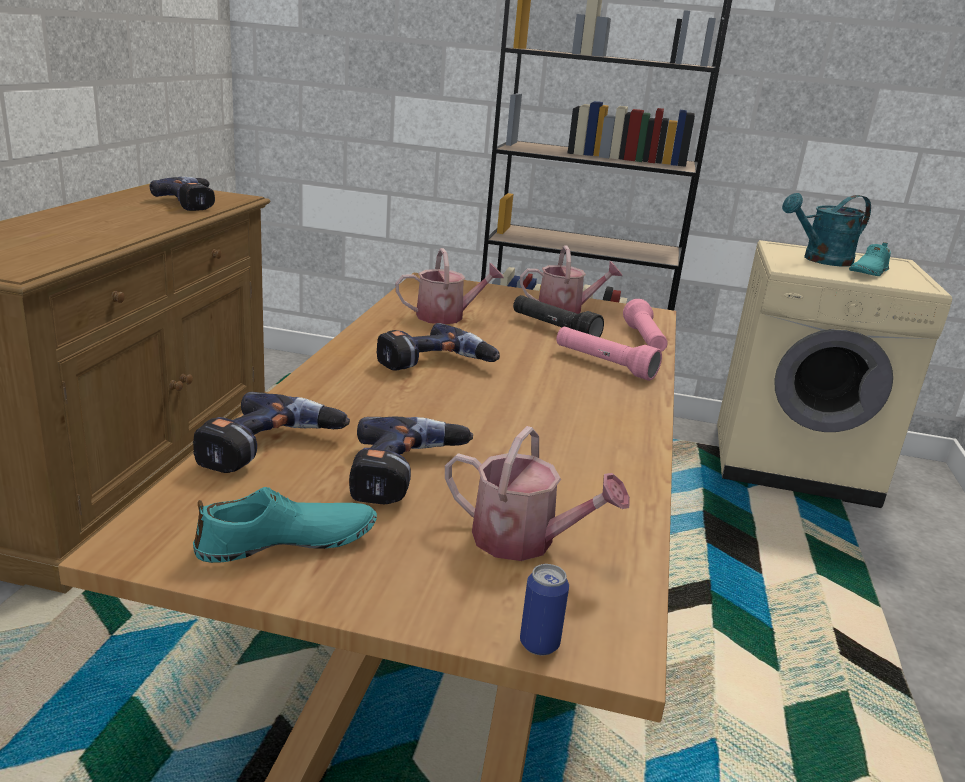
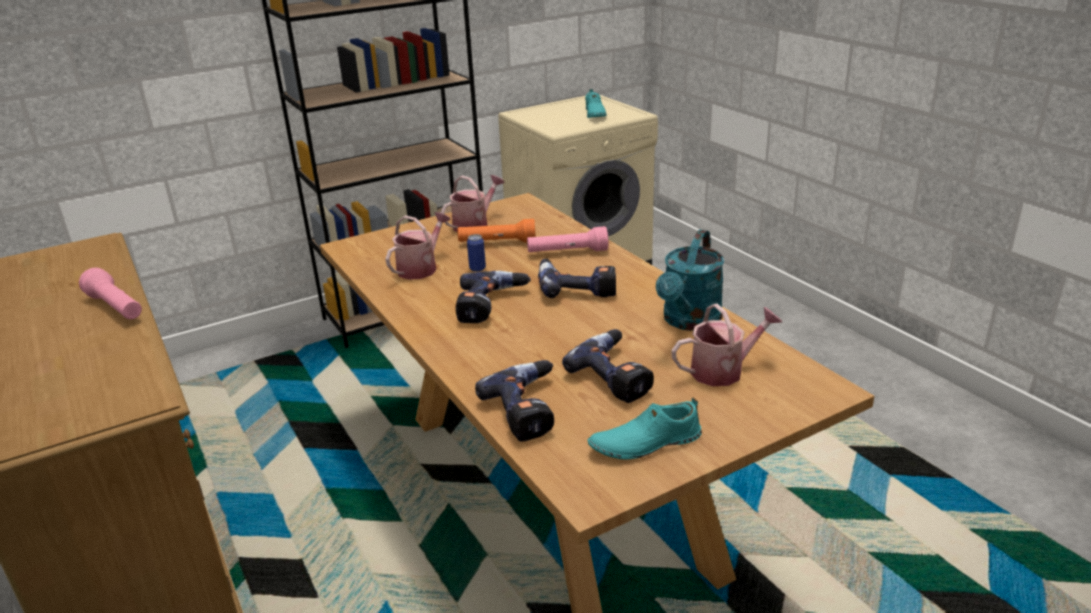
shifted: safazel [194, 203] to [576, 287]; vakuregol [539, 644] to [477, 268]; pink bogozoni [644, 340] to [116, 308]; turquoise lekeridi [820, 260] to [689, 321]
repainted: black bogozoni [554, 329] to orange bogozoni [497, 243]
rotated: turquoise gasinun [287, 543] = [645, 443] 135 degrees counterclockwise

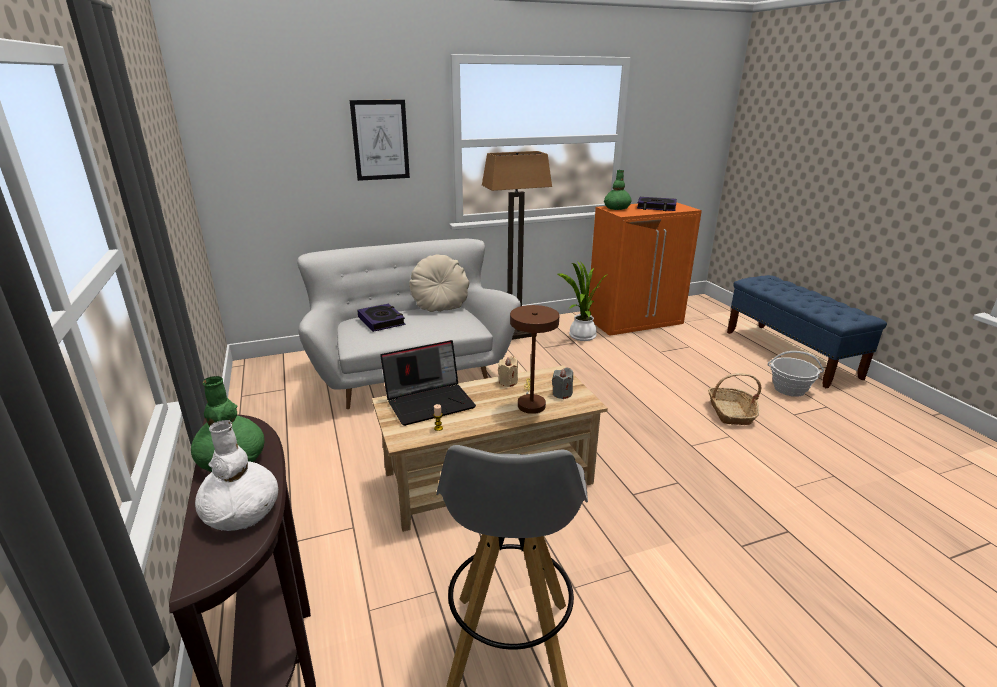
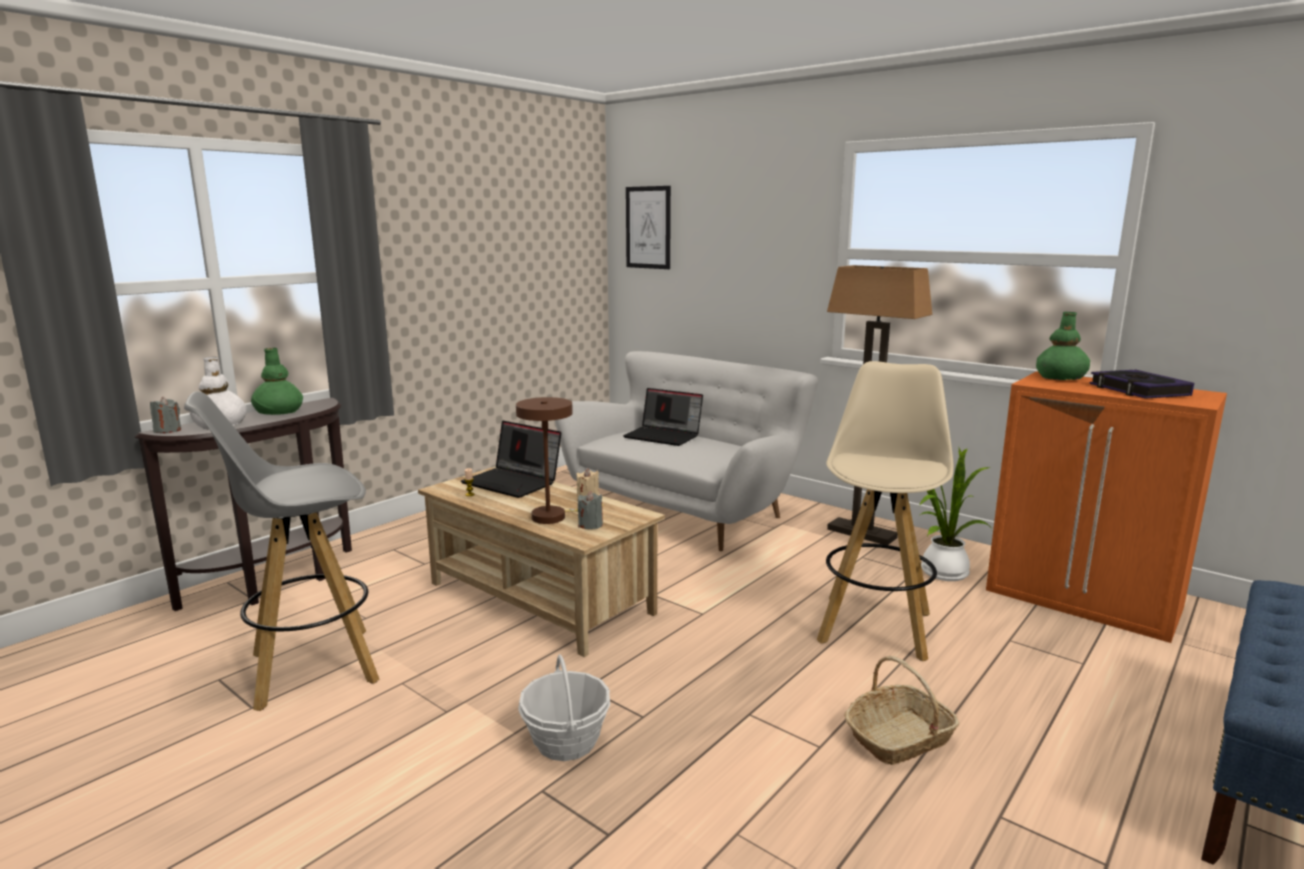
gone: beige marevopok [440, 308]
new: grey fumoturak [167, 430]; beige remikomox [876, 626]
shifted: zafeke [380, 140] to [648, 227]; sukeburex [789, 389] to [566, 741]
swapped: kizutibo [381, 321] to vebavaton [664, 436]

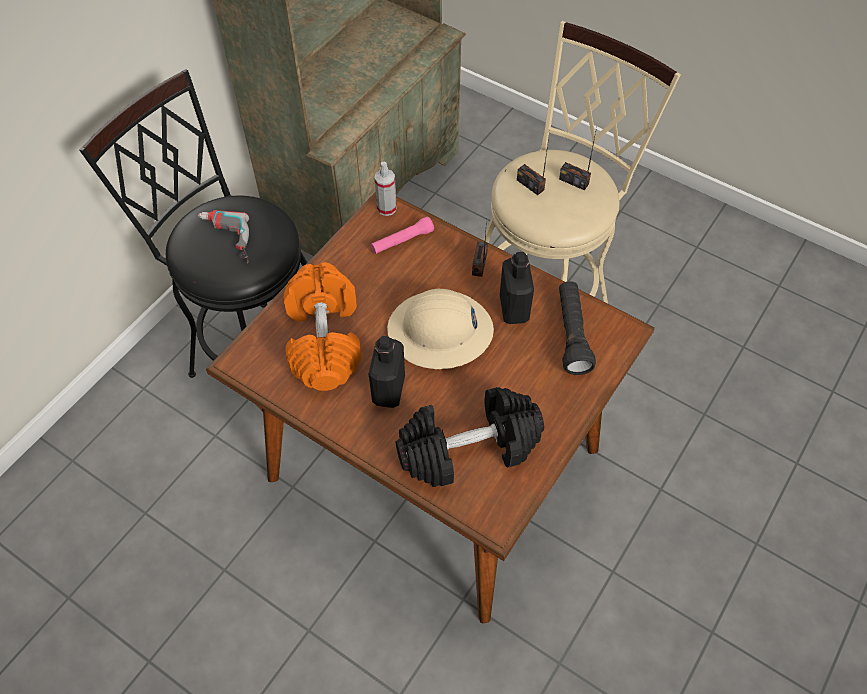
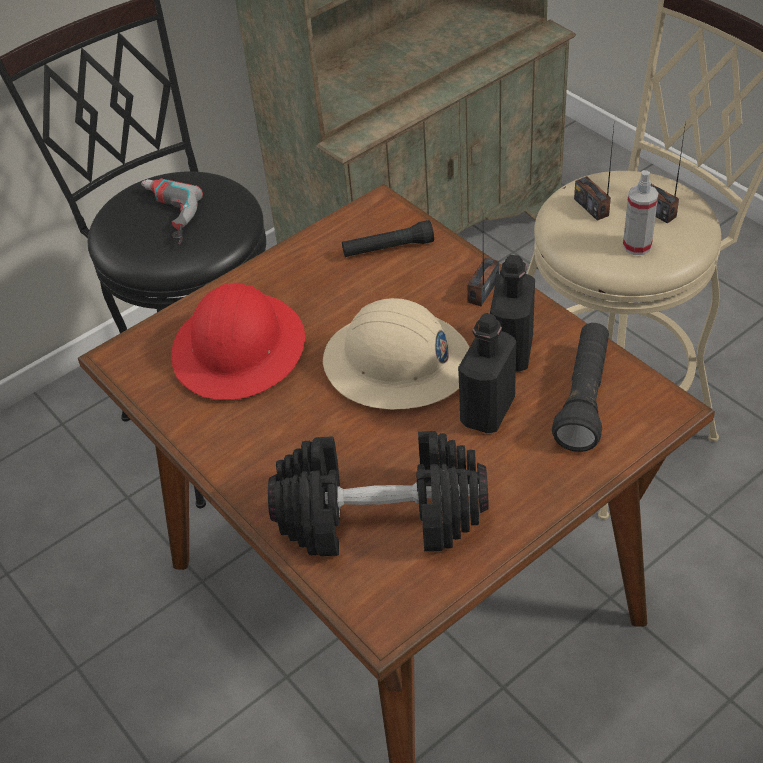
shifted: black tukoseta [388, 390] to [487, 411]; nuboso [386, 208] to [637, 246]
swapped: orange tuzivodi [325, 340] to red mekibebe [240, 349]
repainted: pink bogozoni [402, 241] to black bogozoni [388, 248]

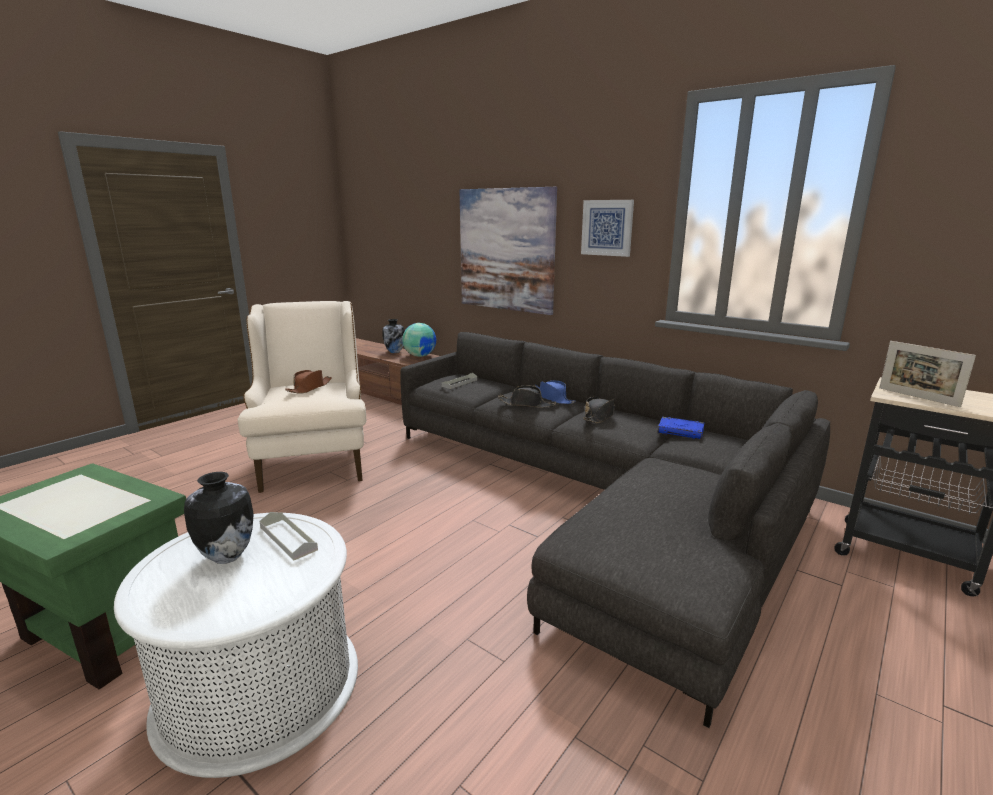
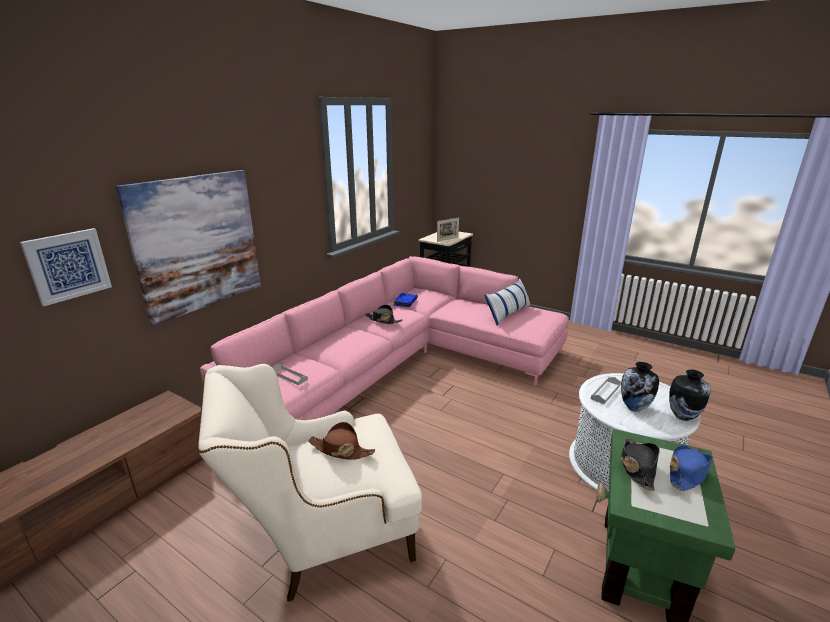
gone: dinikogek [420, 356]
new: marevopok [508, 313]
shifted: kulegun [395, 352] to [682, 416]; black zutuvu [526, 404] to [637, 467]; blue zutuvu [552, 398] to [687, 472]; zafeke [607, 228] to [68, 265]
repainted: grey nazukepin [597, 499] to pink nazukepin [405, 364]

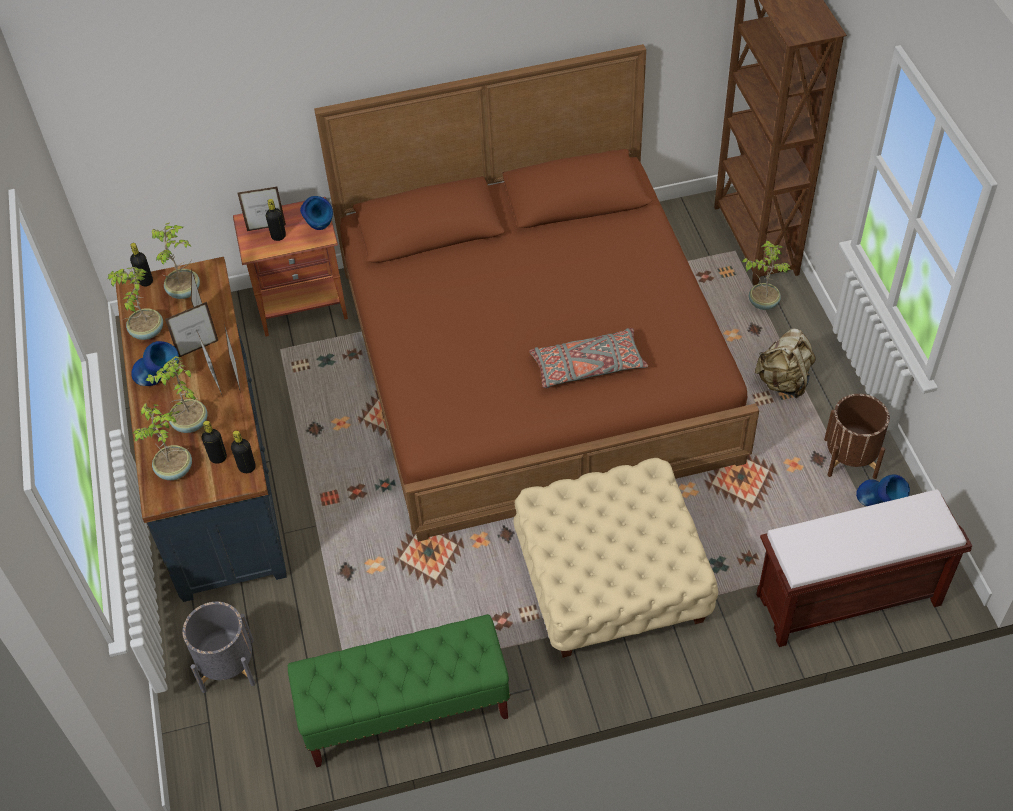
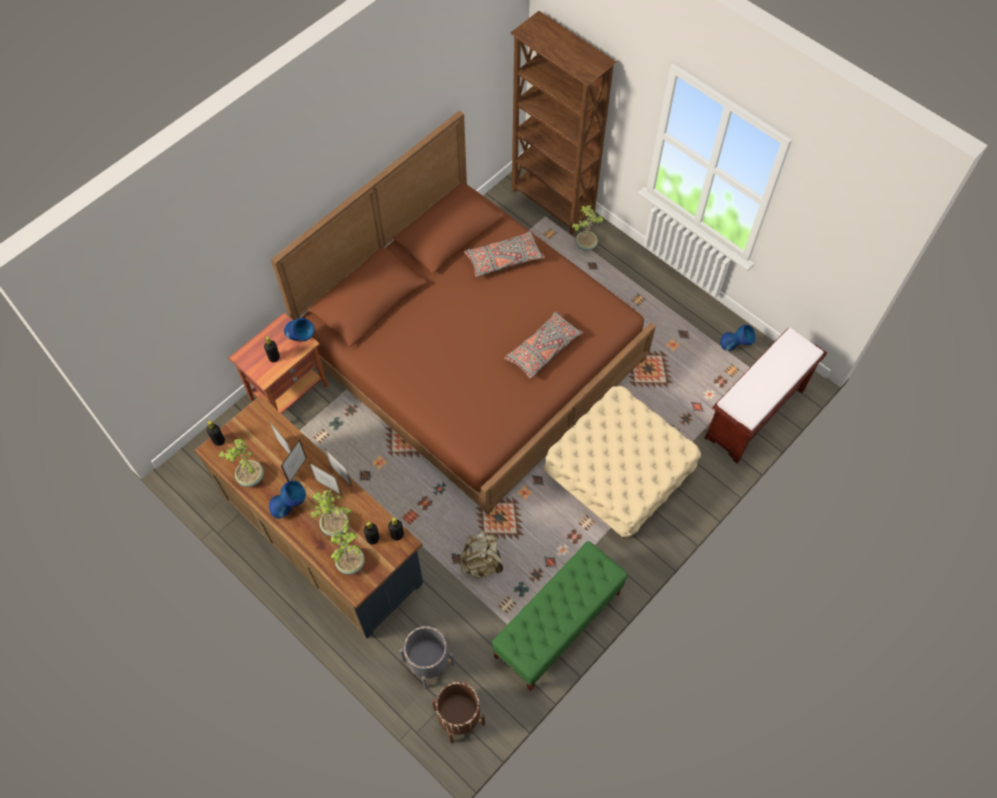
gone: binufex [185, 291]; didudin [266, 228]
new: grey marevopok [504, 259]
shifted: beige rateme [783, 381] to [481, 562]; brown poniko [850, 458] to [459, 716]

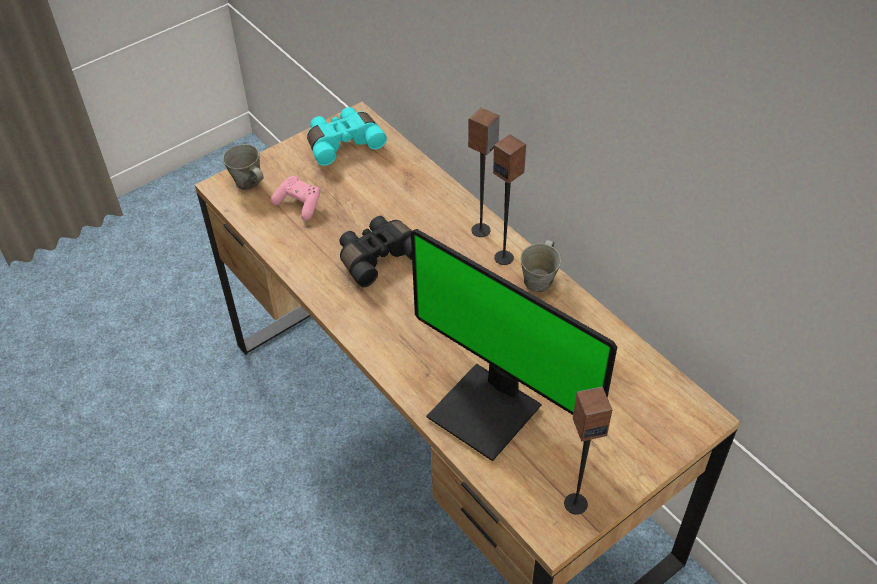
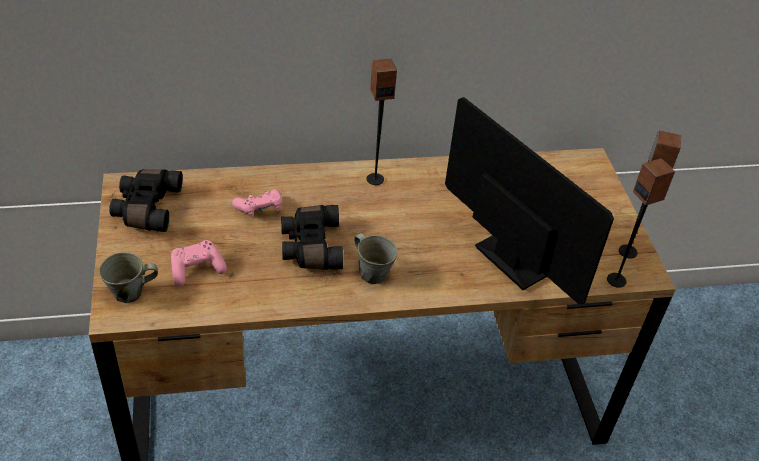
new: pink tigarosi [260, 210]
shifted: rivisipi [481, 230] to [617, 280]; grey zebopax [539, 280] to [372, 272]
repainted: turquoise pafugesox [343, 142] to black pafugesox [146, 208]
rotated: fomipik [489, 410] = [519, 256] 105 degrees counterclockwise

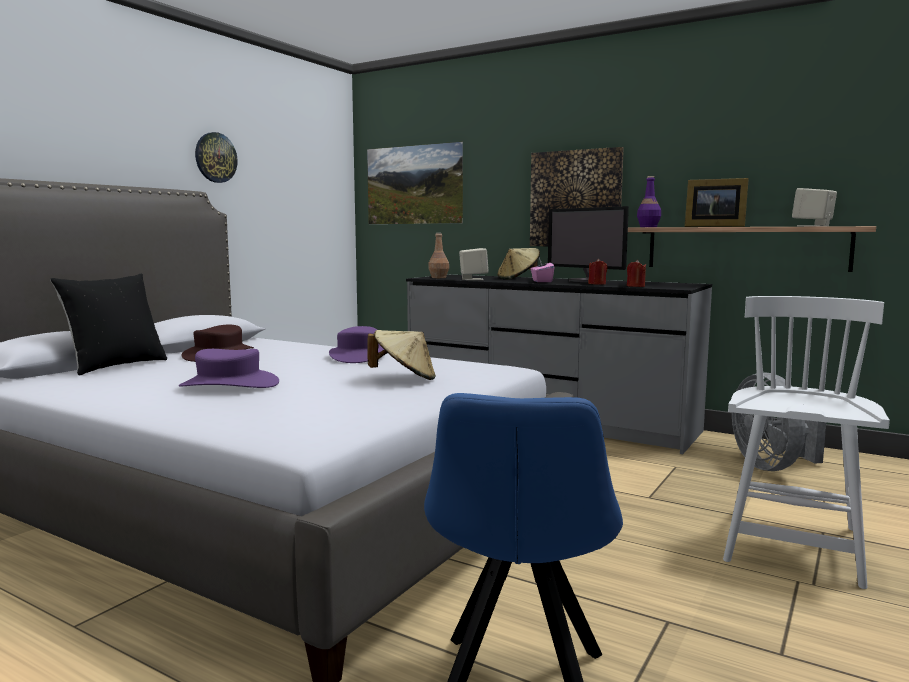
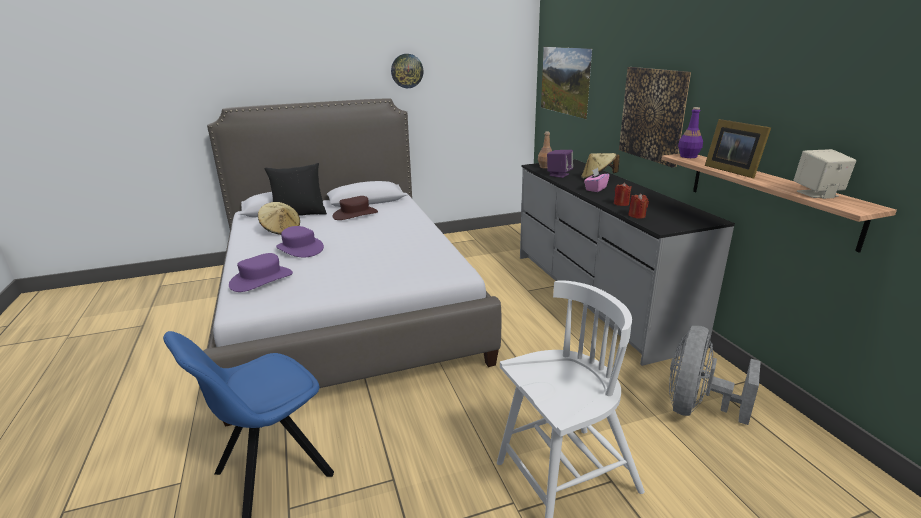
gone: fomipik [586, 281]
shifted: purple zutuvu [359, 356] to [261, 279]; beige zutuvu [404, 378] to [281, 230]
repainted: beige rivisipi [473, 279] to purple rivisipi [559, 175]

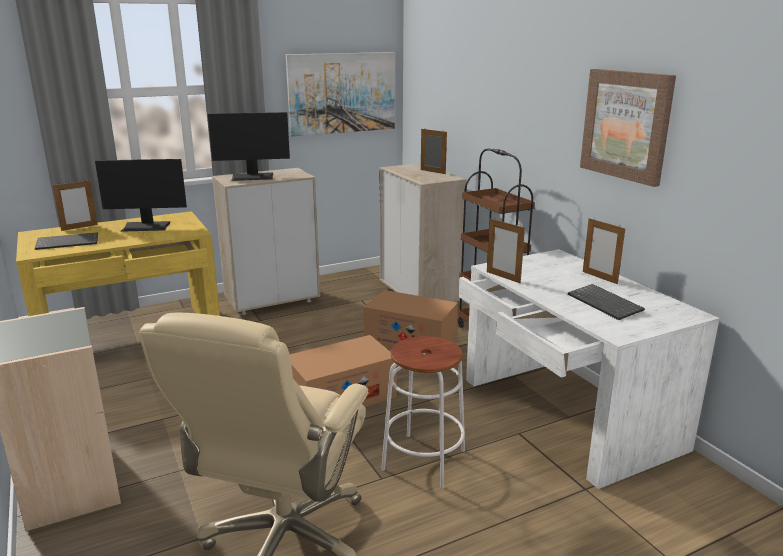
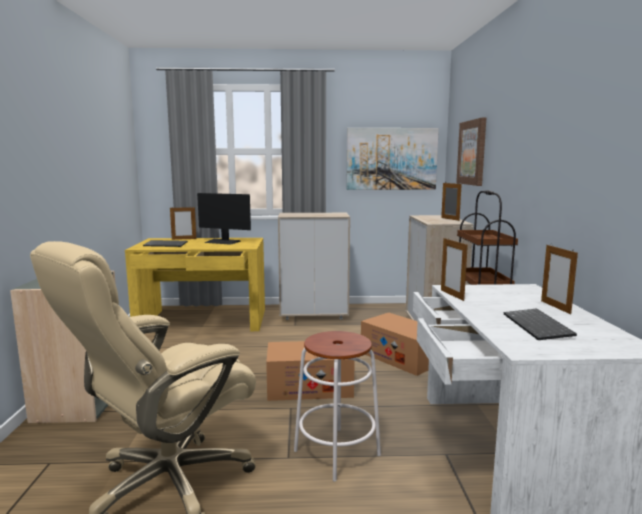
gone: fomipik [252, 177]
shifted: zafeke [626, 125] to [472, 152]

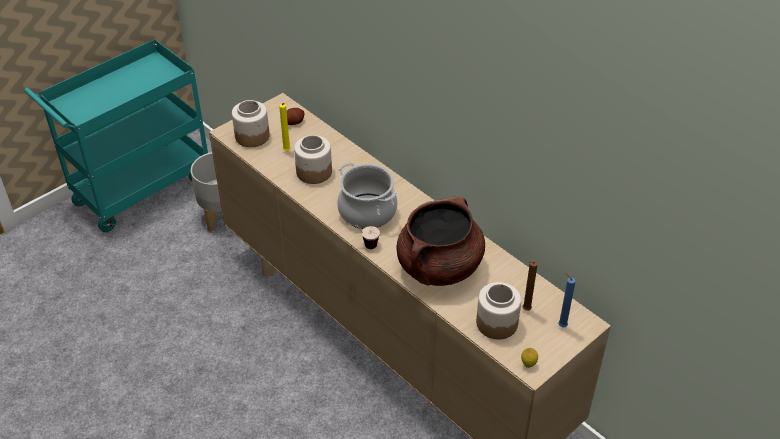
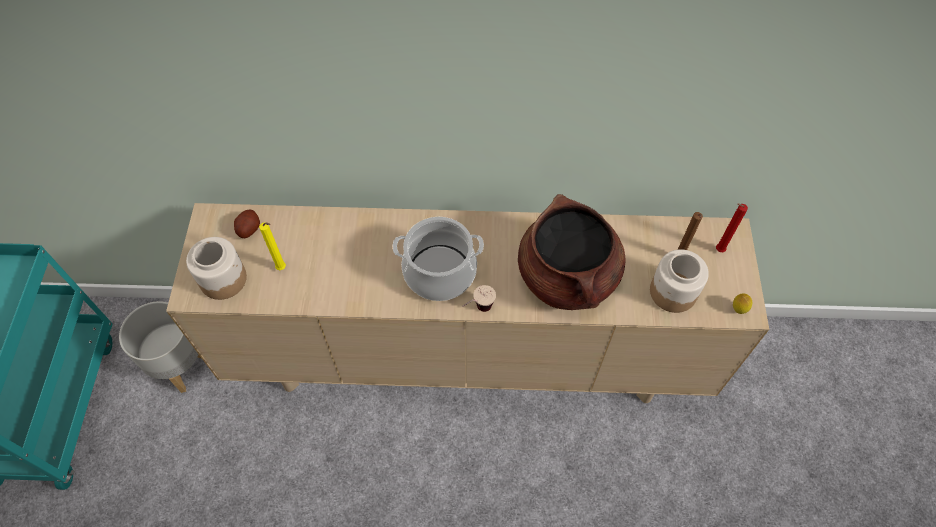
gone: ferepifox [313, 172]
repainted: blue fumoturak [561, 325] to red fumoturak [718, 250]

